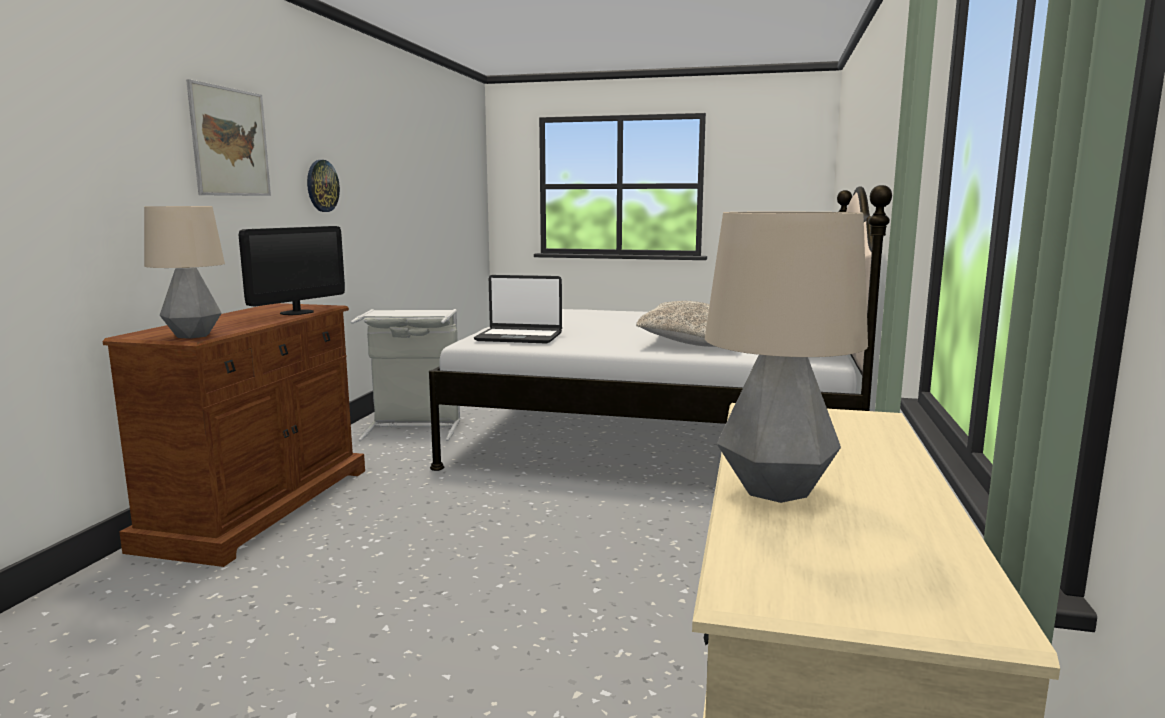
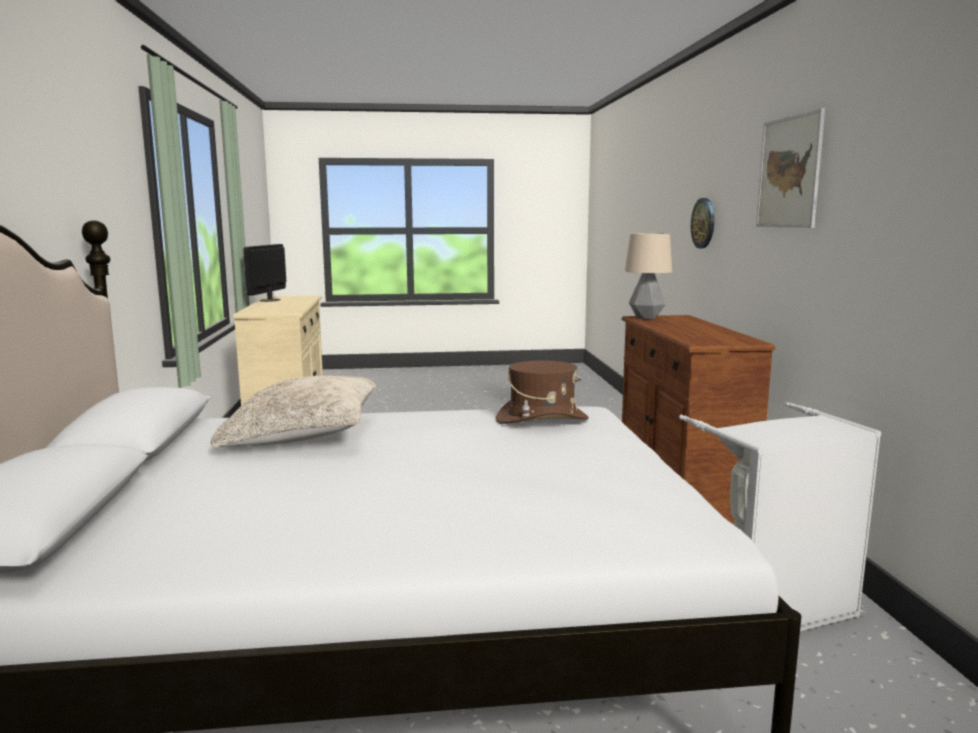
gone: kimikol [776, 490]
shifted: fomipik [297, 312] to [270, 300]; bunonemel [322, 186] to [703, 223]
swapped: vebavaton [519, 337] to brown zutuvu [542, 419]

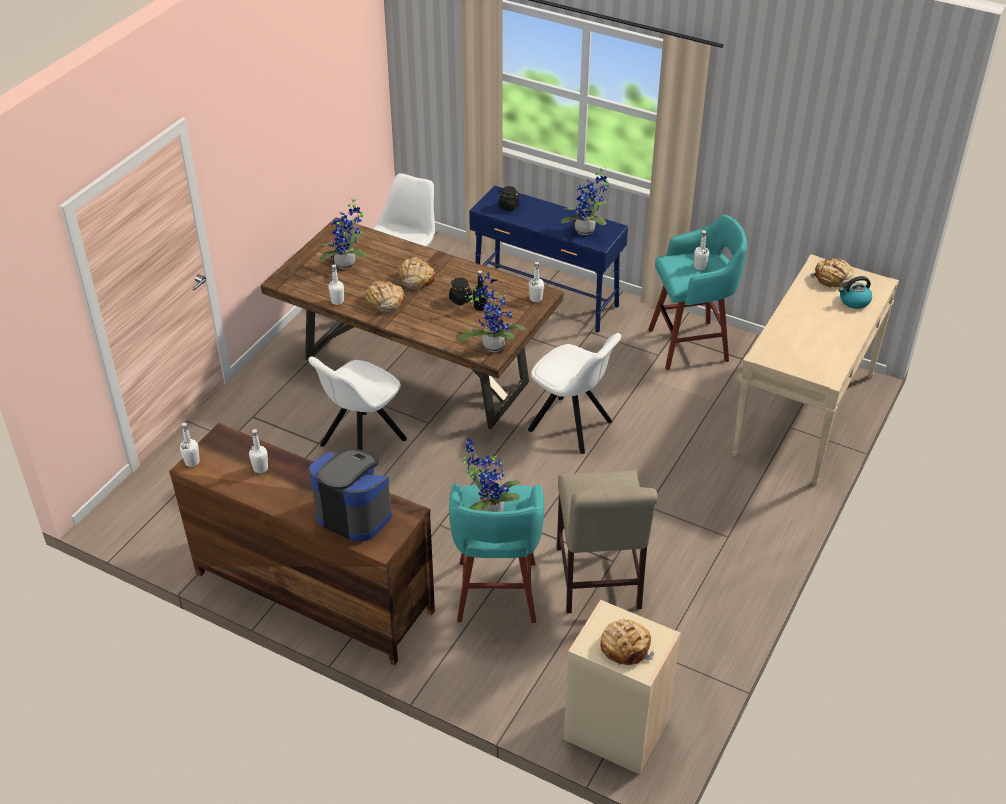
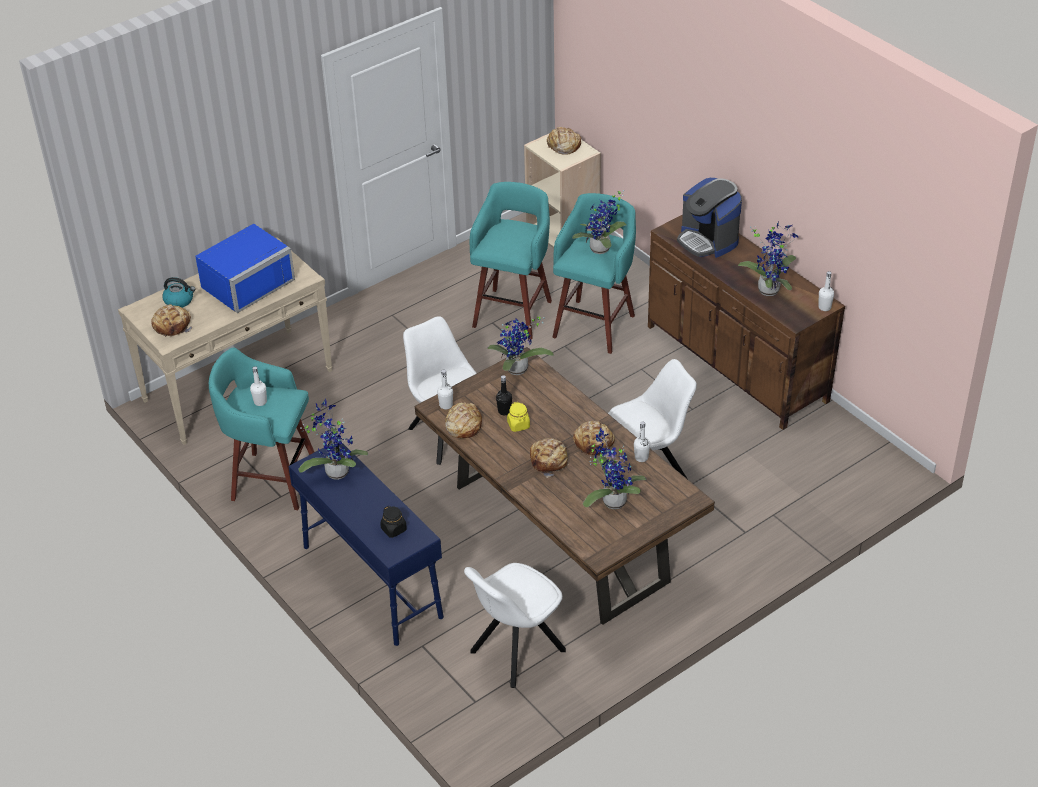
new: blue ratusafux [244, 282]; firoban [463, 425]
swapped: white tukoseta [260, 468] to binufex [769, 288]; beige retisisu [598, 582] to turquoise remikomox [513, 312]
repainted: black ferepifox [460, 299] to yellow ferepifox [518, 425]

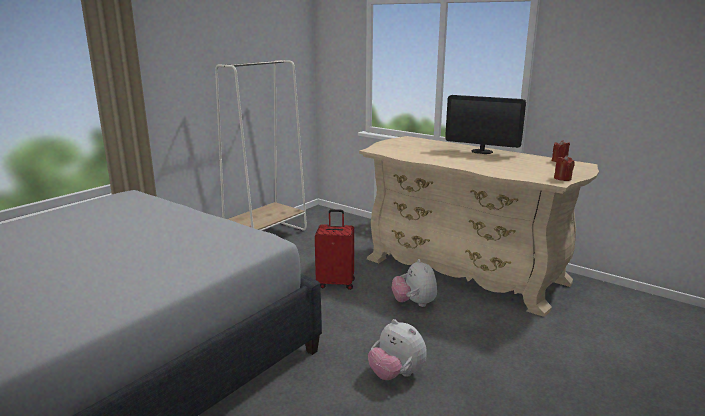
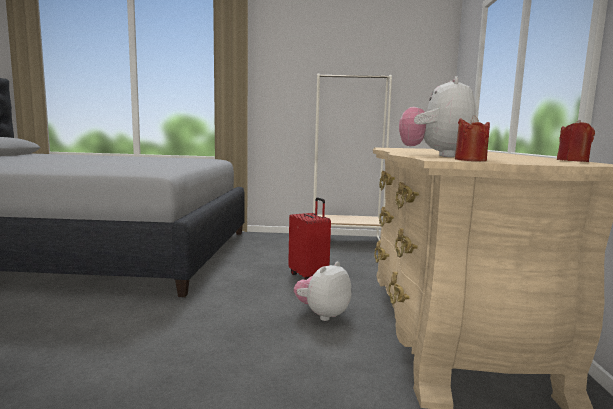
gone: fomipik [482, 151]
shifted: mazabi [396, 374] to [435, 156]

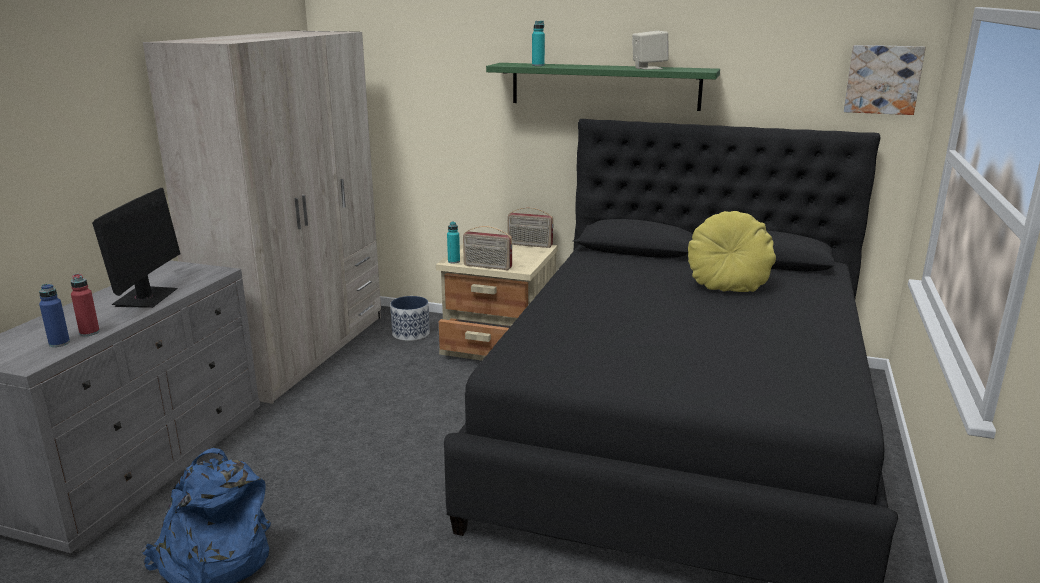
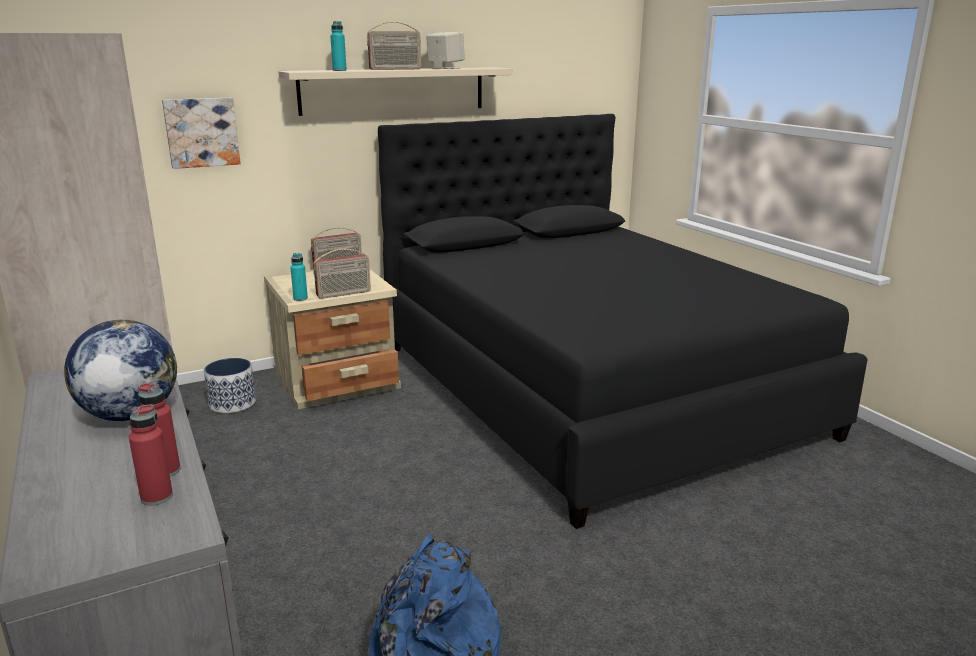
gone: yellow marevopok [727, 288]
new: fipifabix [395, 69]
shifted: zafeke [882, 79] to [201, 132]
swapped: fomipik [146, 298] to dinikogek [129, 415]
repainted: blue tukoseta [59, 343] to red tukoseta [157, 497]; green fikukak [604, 86] to beige fikukak [393, 90]

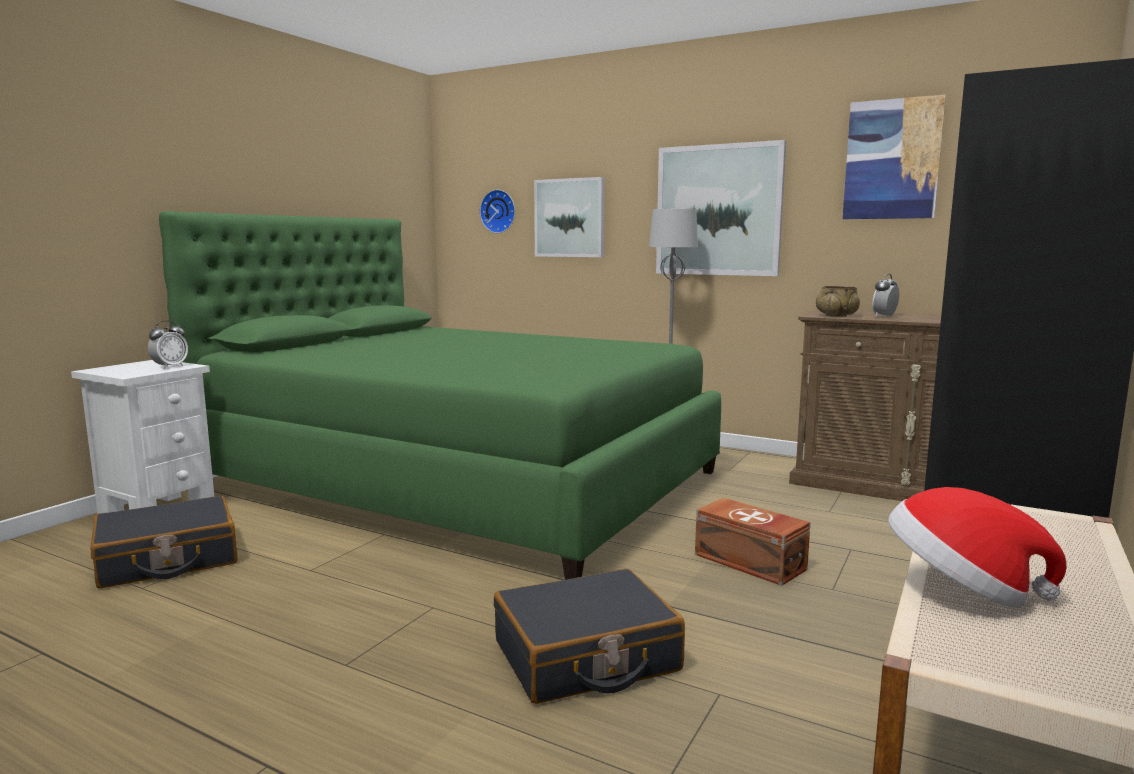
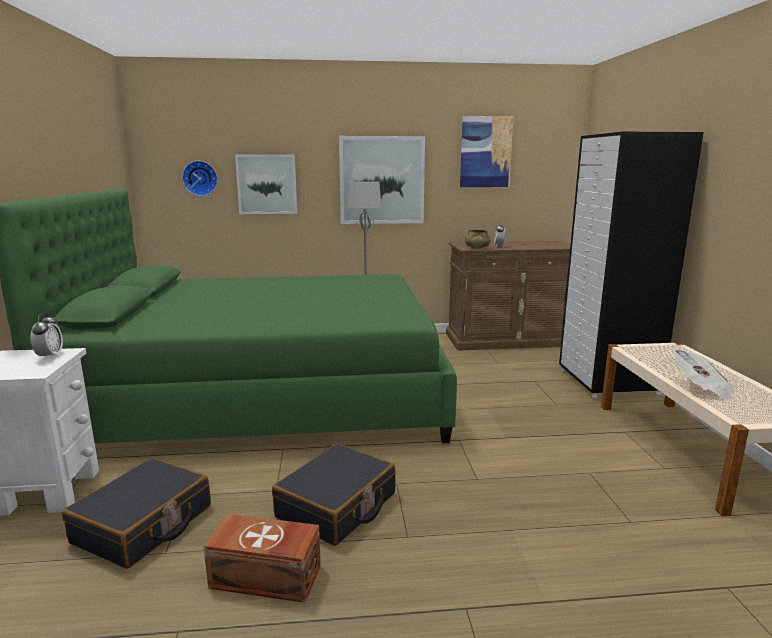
shifted: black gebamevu [586, 657] to [337, 506]; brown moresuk [750, 563] to [266, 578]
swapped: zutuvu [961, 590] to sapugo [702, 389]

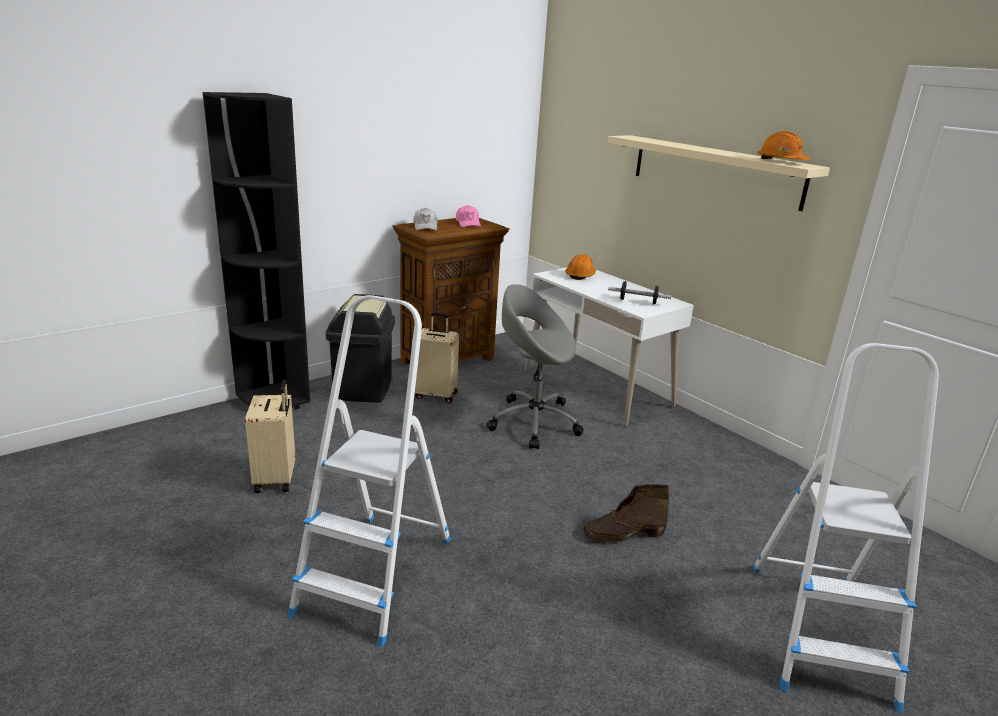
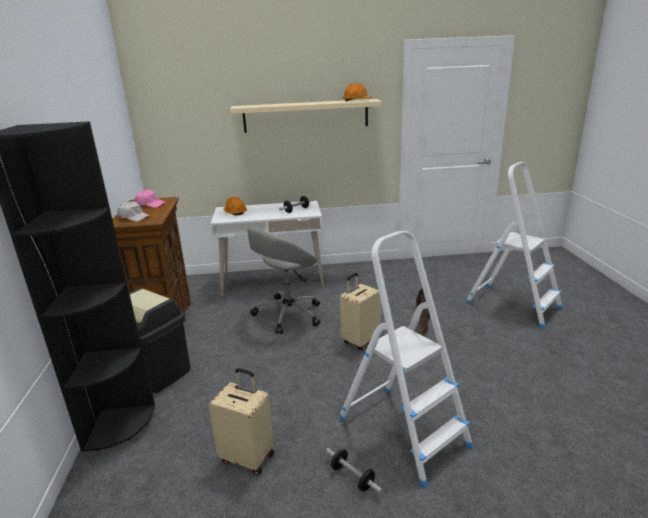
new: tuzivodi [352, 477]
shifted: beige gebamevu [435, 395] to [360, 340]

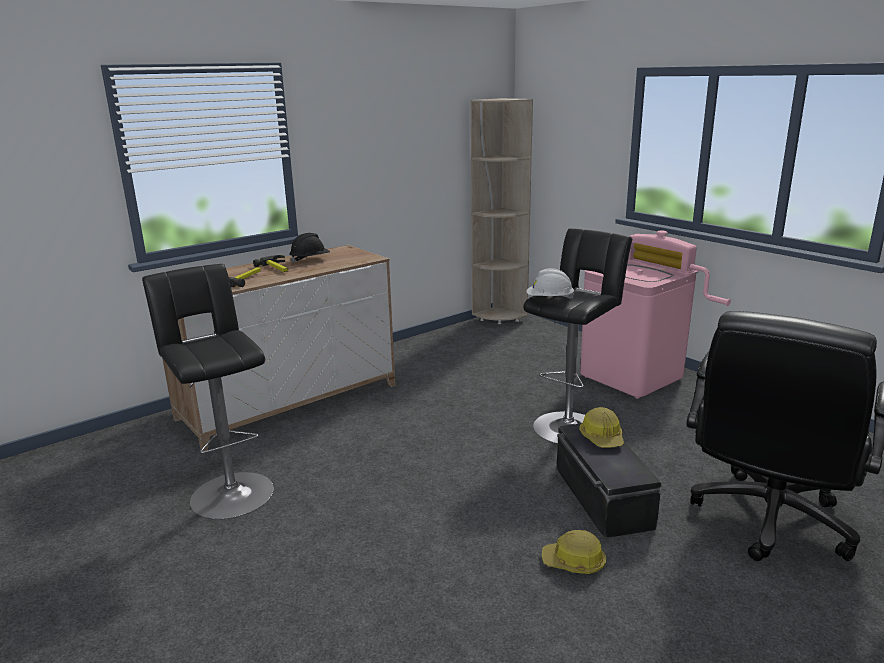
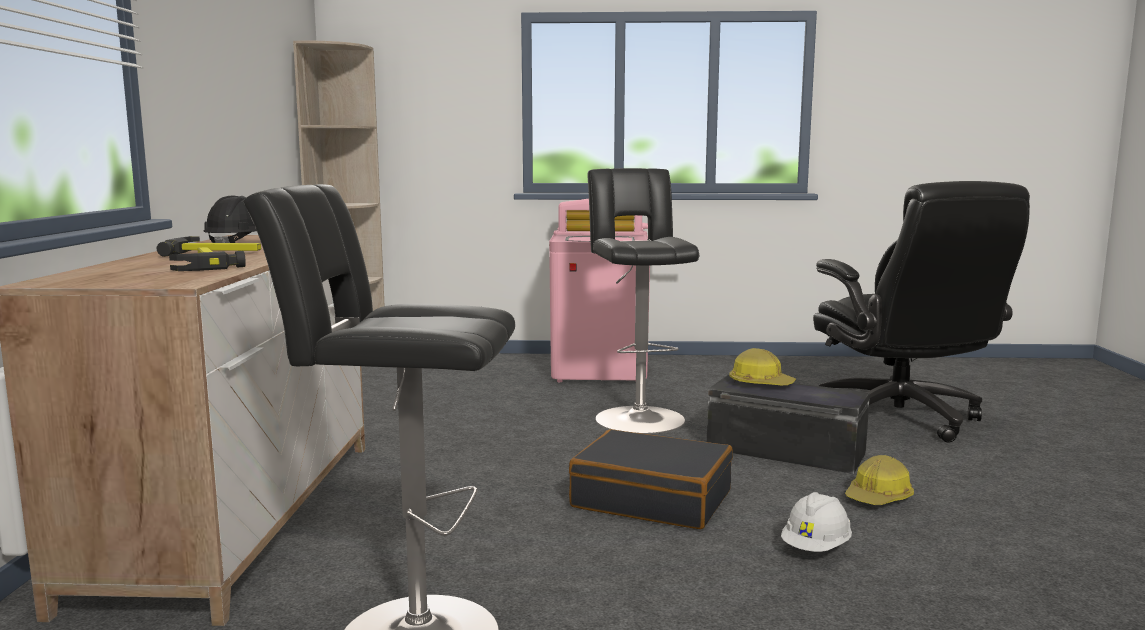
new: black gebamevu [652, 499]
shifted: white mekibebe [549, 300] to [816, 548]

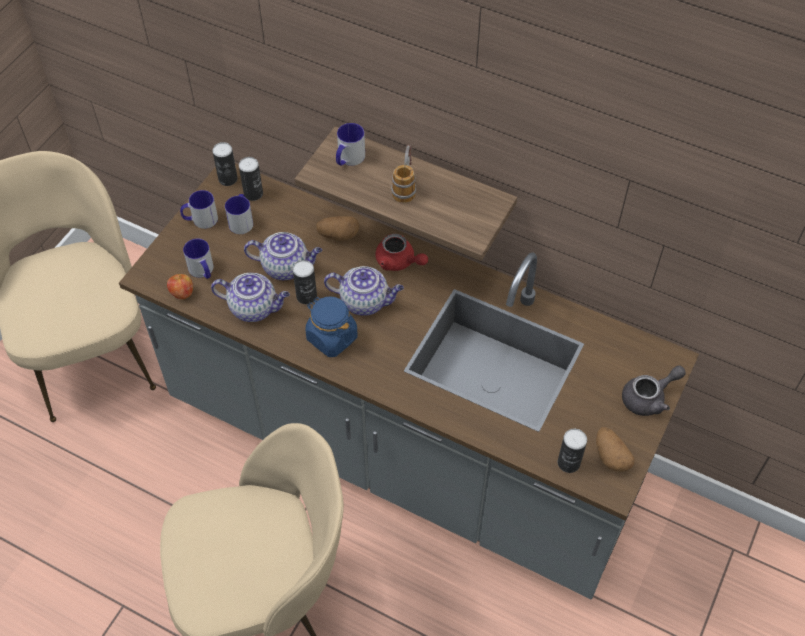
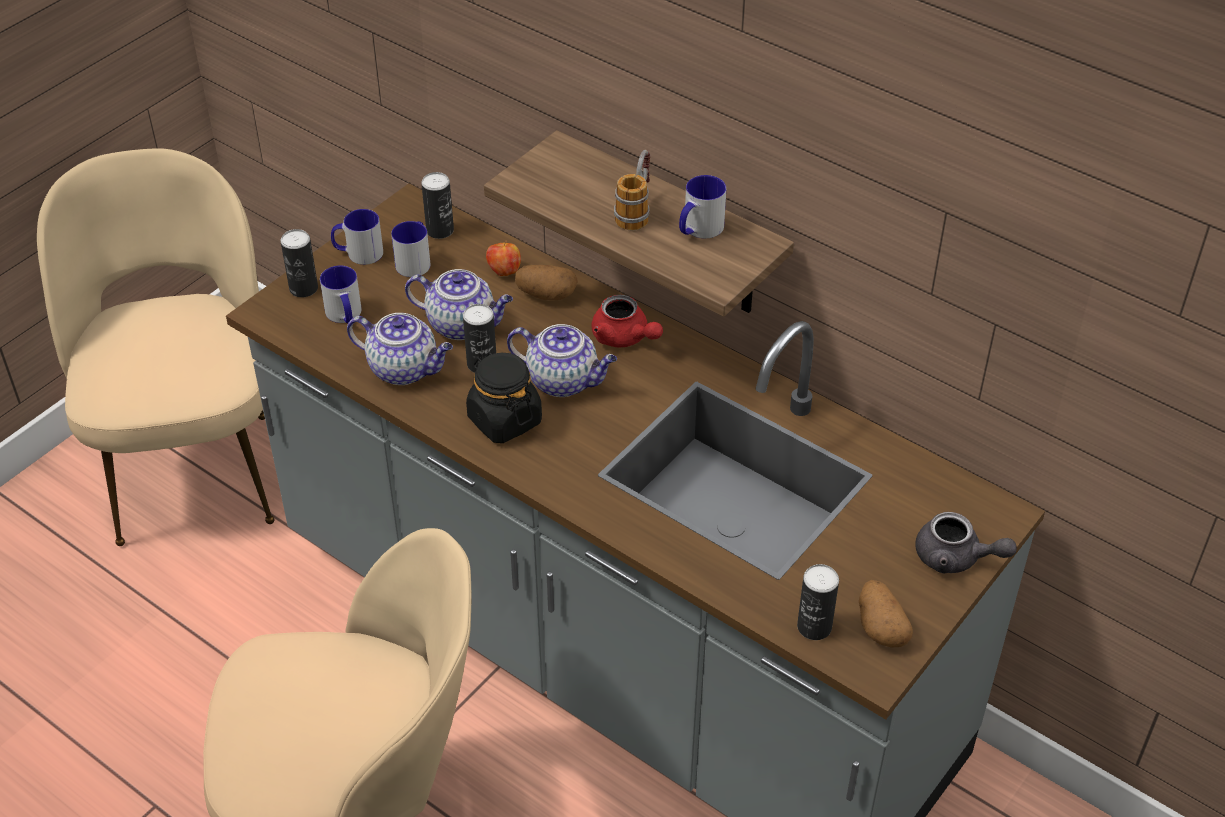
shifted: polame [182, 293] to [504, 271]; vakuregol [228, 179] to [303, 288]; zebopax [348, 159] to [698, 230]
repainted: blue ferepifox [331, 338] to black ferepifox [504, 420]
rotated: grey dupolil [649, 398] = [956, 558] 45 degrees clockwise

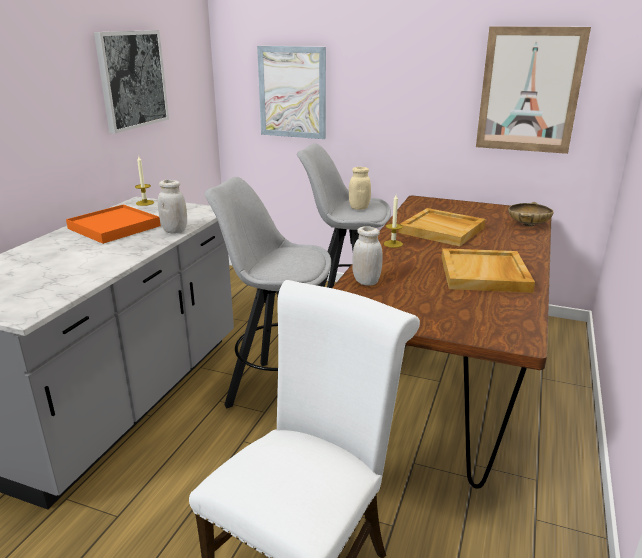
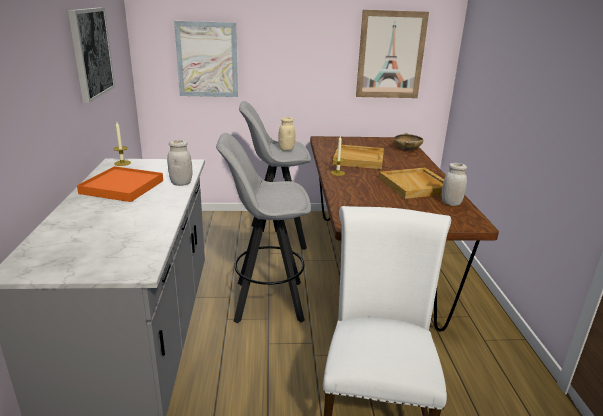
shifted: white ferepifox [366, 281] to [451, 203]

